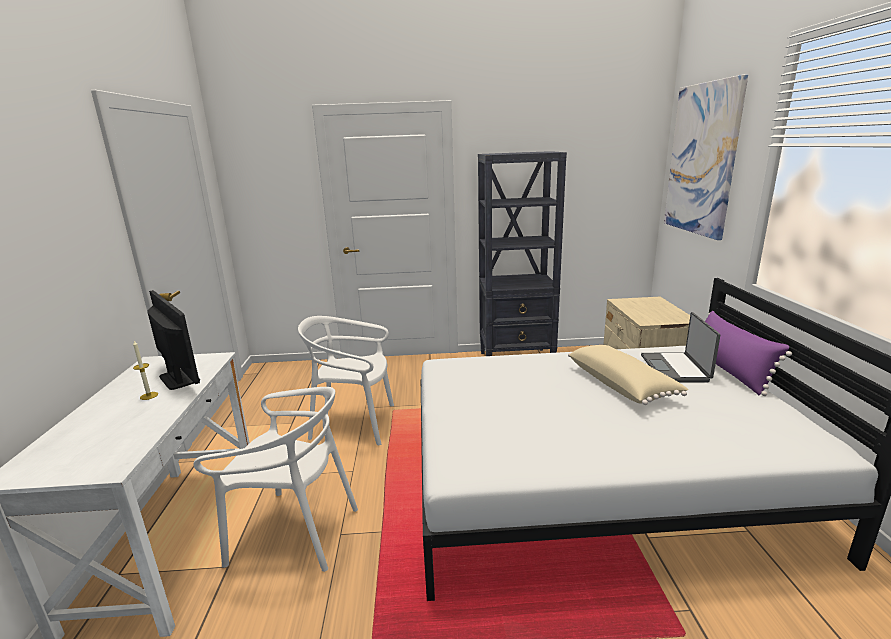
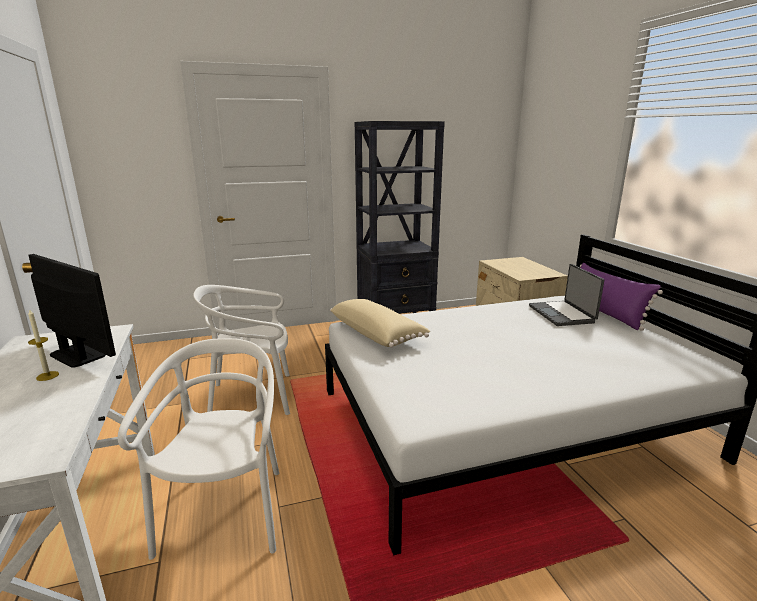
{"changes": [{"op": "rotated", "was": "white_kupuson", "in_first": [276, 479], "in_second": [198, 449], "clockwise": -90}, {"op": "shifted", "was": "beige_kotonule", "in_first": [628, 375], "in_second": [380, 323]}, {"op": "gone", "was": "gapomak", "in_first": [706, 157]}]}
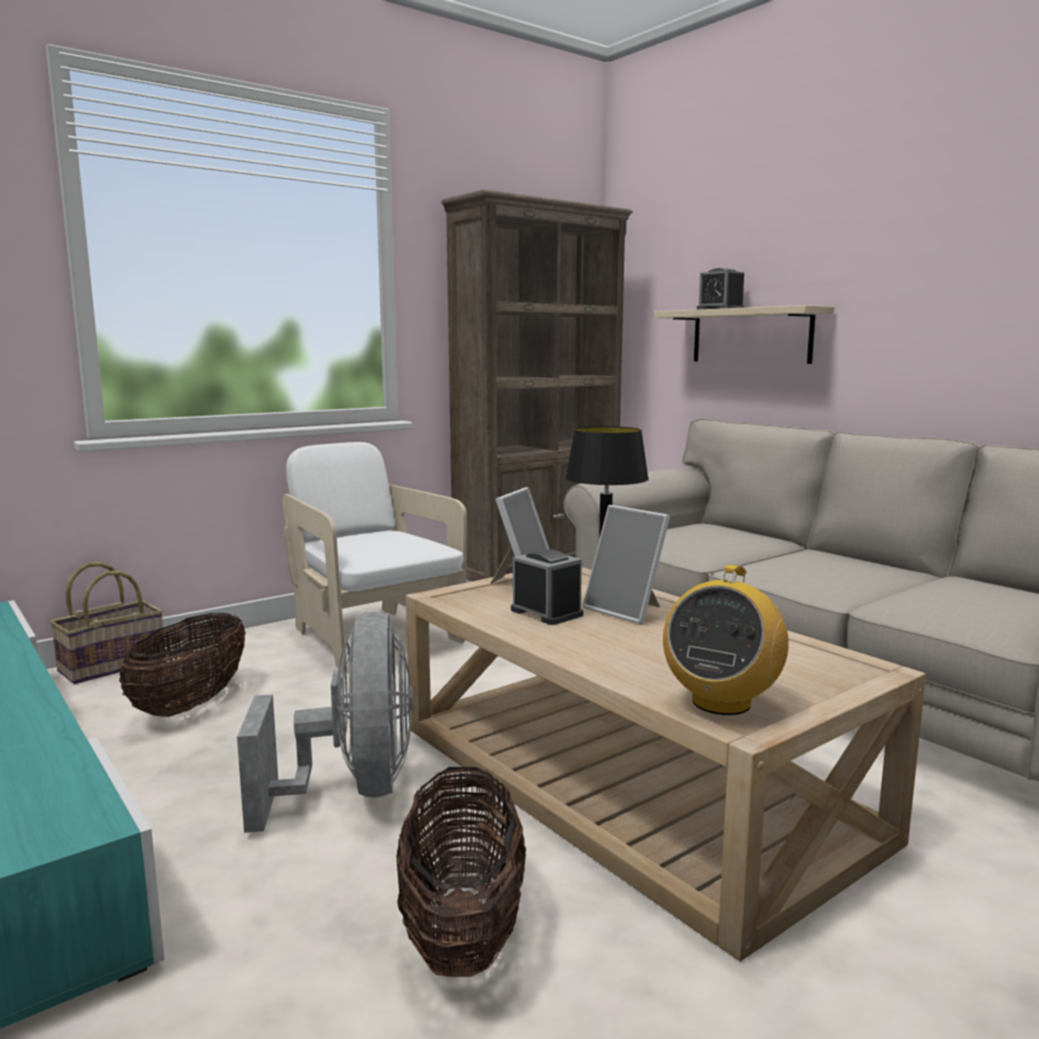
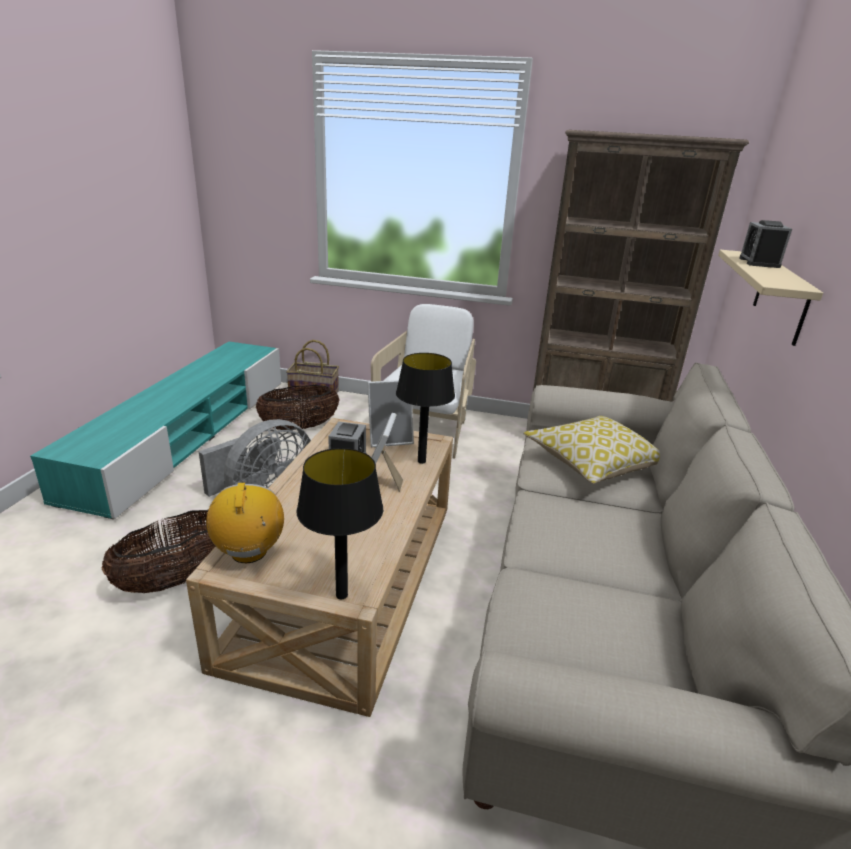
{"changes": [{"op": "rotated", "was": "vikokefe", "in_first": [726, 640], "in_second": [245, 522], "clockwise": 90}, {"op": "new", "now": "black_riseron", "in_second": [339, 523]}, {"op": "new", "now": "kotonule", "in_second": [591, 450]}]}
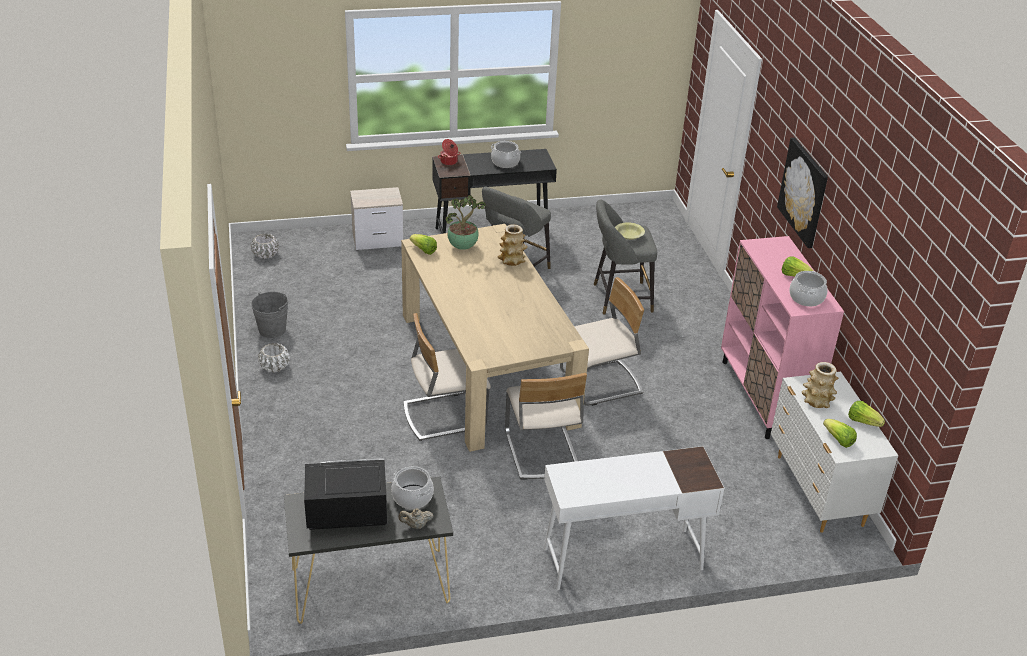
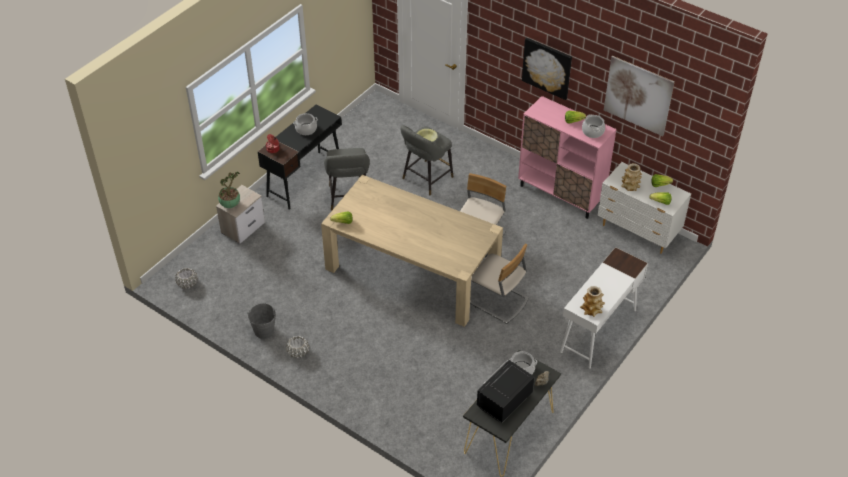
{"changes": [{"op": "shifted", "was": "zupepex", "in_first": [465, 222], "in_second": [229, 190]}, {"op": "shifted", "was": "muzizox", "in_first": [513, 245], "in_second": [592, 301]}, {"op": "new", "now": "gapomak", "in_second": [639, 96]}, {"op": "gone", "was": "beige_kupuson", "in_first": [447, 377]}]}
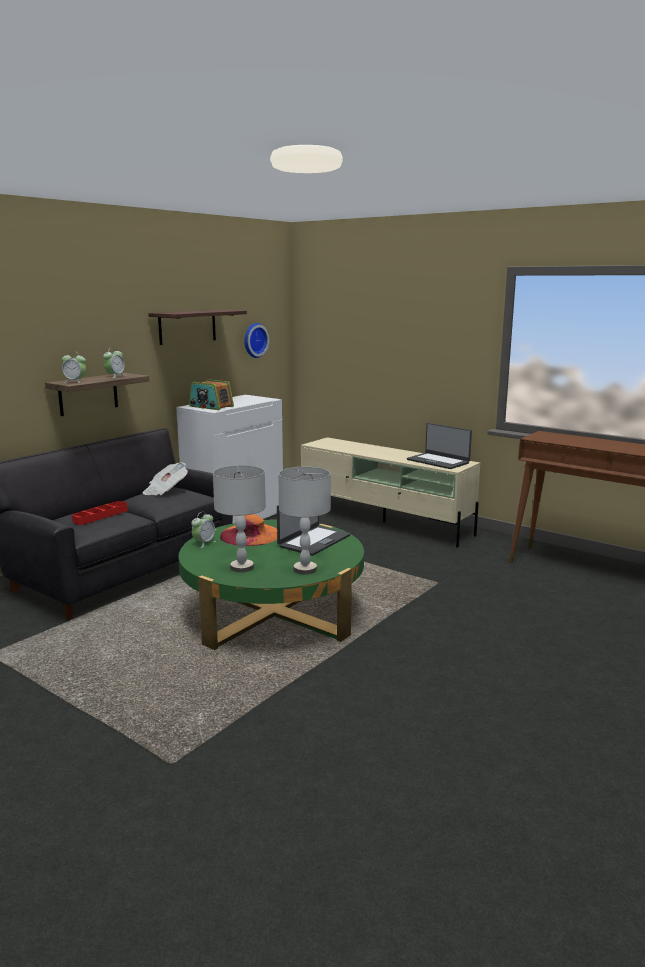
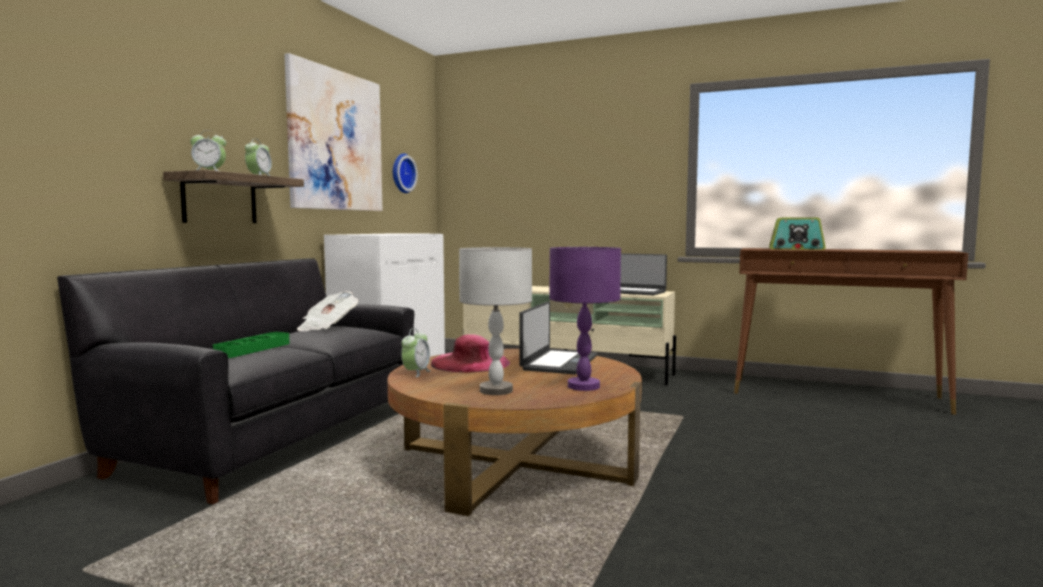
{"changes": [{"op": "repainted", "was": "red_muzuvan", "now": "green_muzuvan", "in_first": [100, 513], "in_second": [251, 345]}, {"op": "swapped", "was": "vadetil", "now": "gapomak", "in_first": [197, 327], "in_second": [333, 132]}, {"op": "repainted", "was": "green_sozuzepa", "now": "brown_sozuzepa", "in_first": [271, 584], "in_second": [514, 432]}, {"op": "repainted", "was": "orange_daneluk", "now": "pink_daneluk", "in_first": [248, 530], "in_second": [471, 353]}, {"op": "repainted", "was": "grey_riseron", "now": "purple_riseron", "in_first": [304, 520], "in_second": [585, 319]}, {"op": "shifted", "was": "vikokefe", "in_first": [211, 394], "in_second": [797, 233]}]}
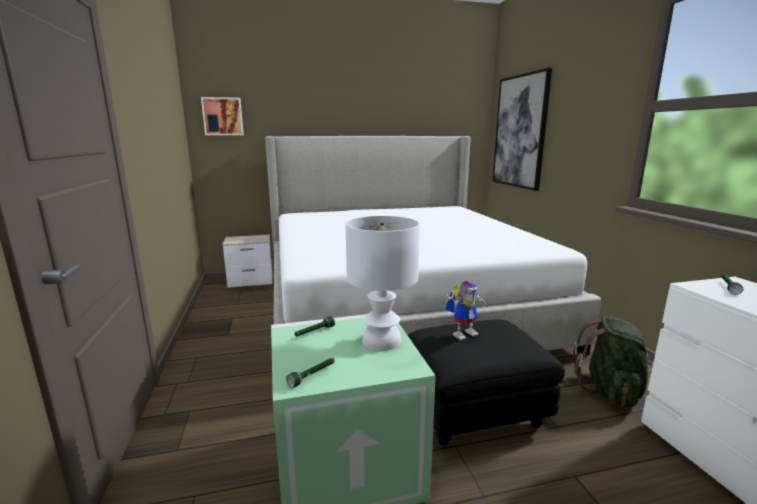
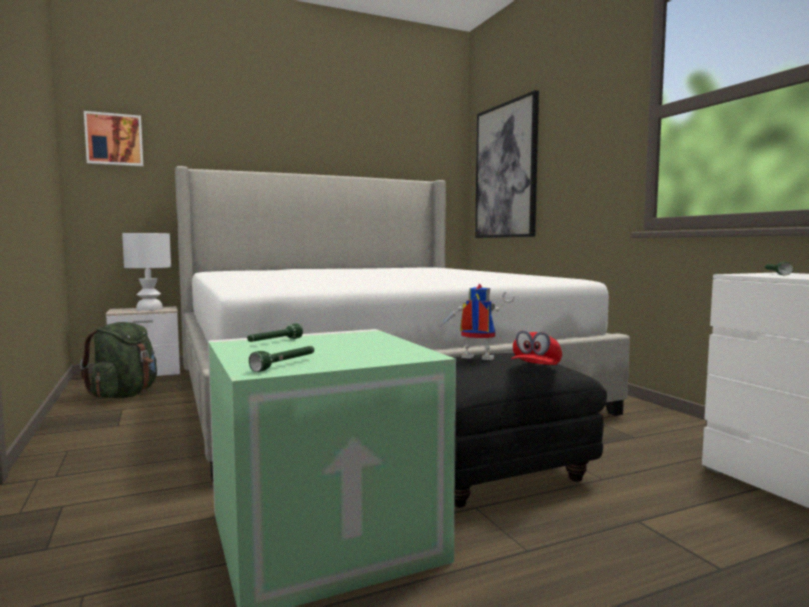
{"changes": [{"op": "shifted", "was": "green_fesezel", "in_first": [612, 361], "in_second": [118, 360]}, {"op": "shifted", "was": "white_riseron", "in_first": [383, 283], "in_second": [146, 272]}, {"op": "rotated", "was": "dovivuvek", "in_first": [467, 310], "in_second": [477, 322], "clockwise": -120}, {"op": "new", "now": "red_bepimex", "in_second": [536, 347]}]}
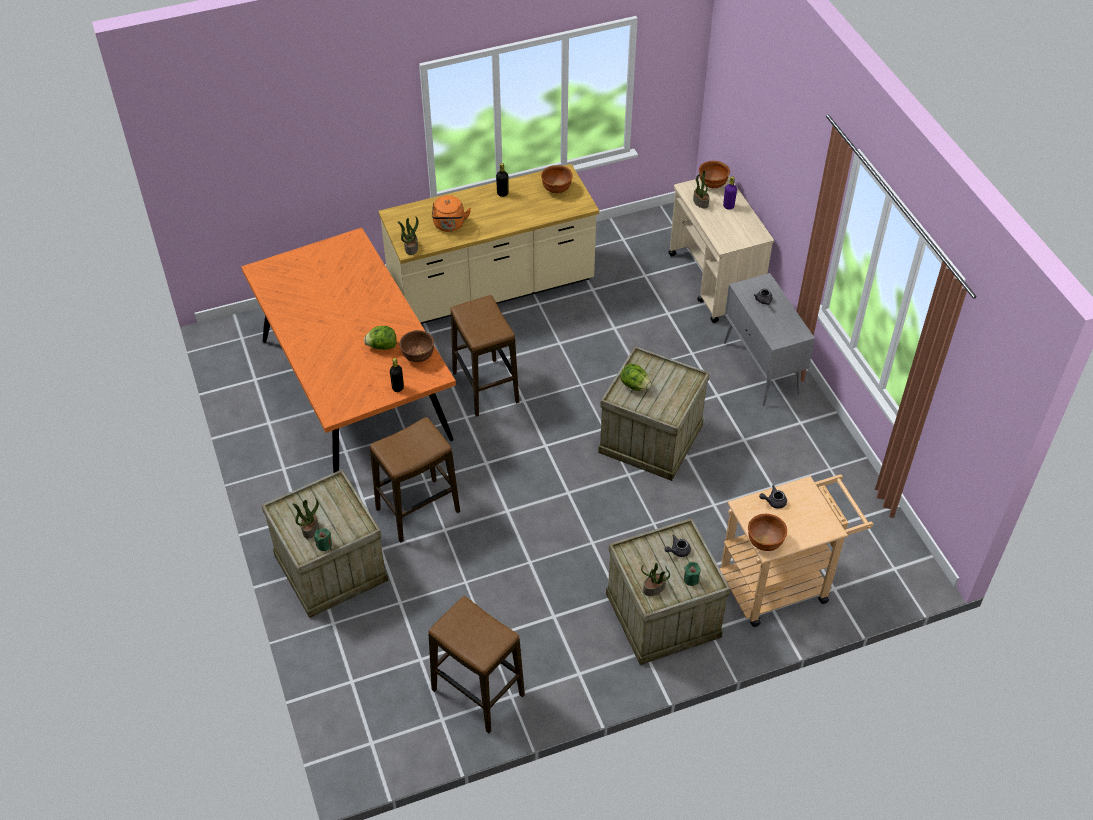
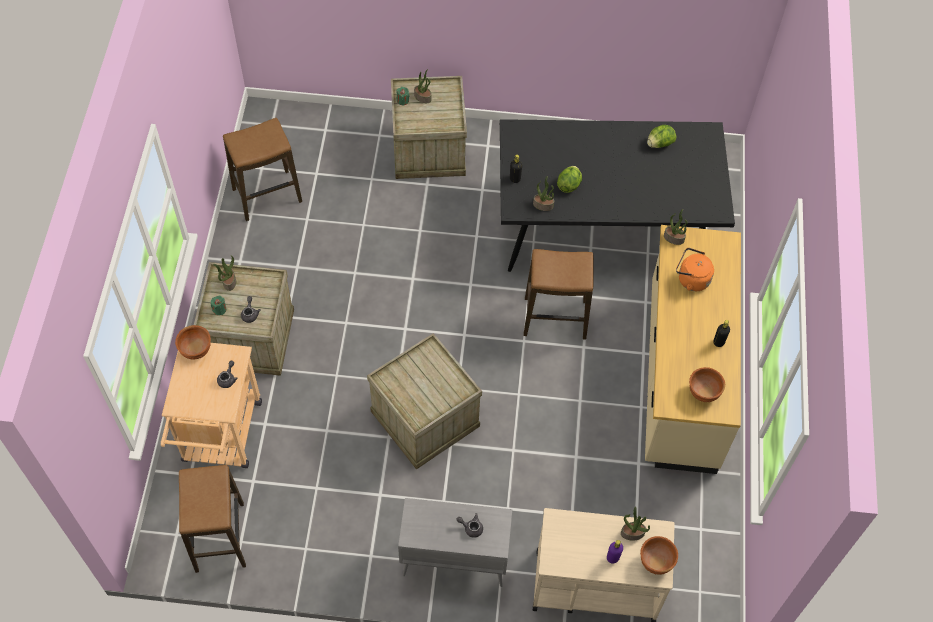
{"changes": [{"op": "shifted", "was": "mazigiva", "in_first": [415, 480], "in_second": [212, 519]}, {"op": "repainted", "was": "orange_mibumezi", "now": "black_mibumezi", "in_first": [348, 350], "in_second": [617, 195]}, {"op": "swapped", "was": "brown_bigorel", "now": "zupepex", "in_first": [416, 346], "in_second": [543, 193]}, {"op": "shifted", "was": "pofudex", "in_first": [636, 377], "in_second": [661, 136]}]}
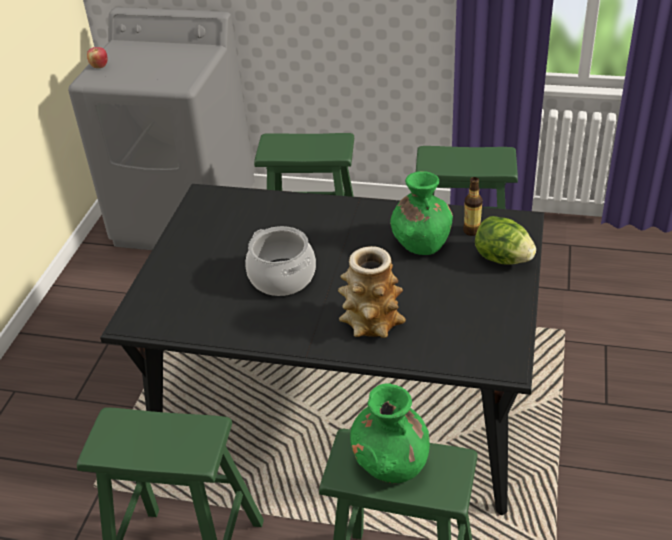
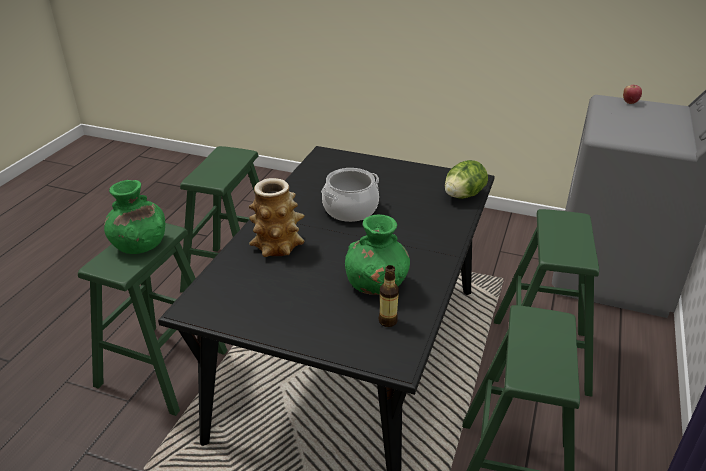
{"changes": [{"op": "shifted", "was": "pofudex", "in_first": [505, 240], "in_second": [466, 179]}]}
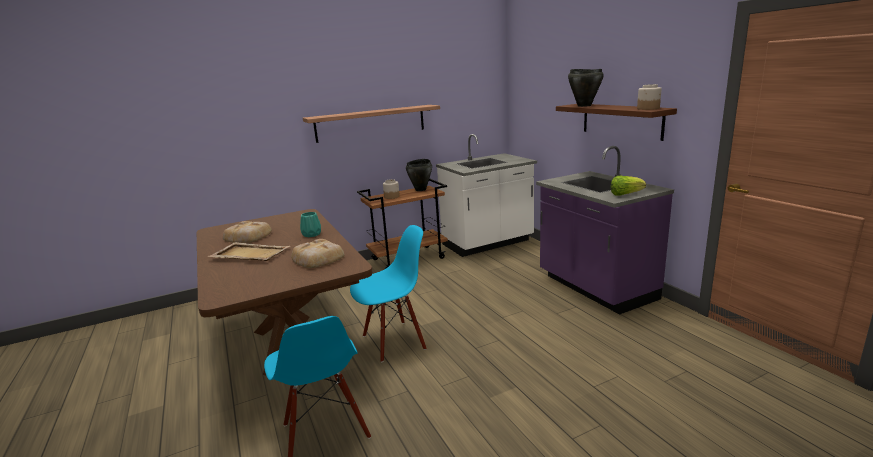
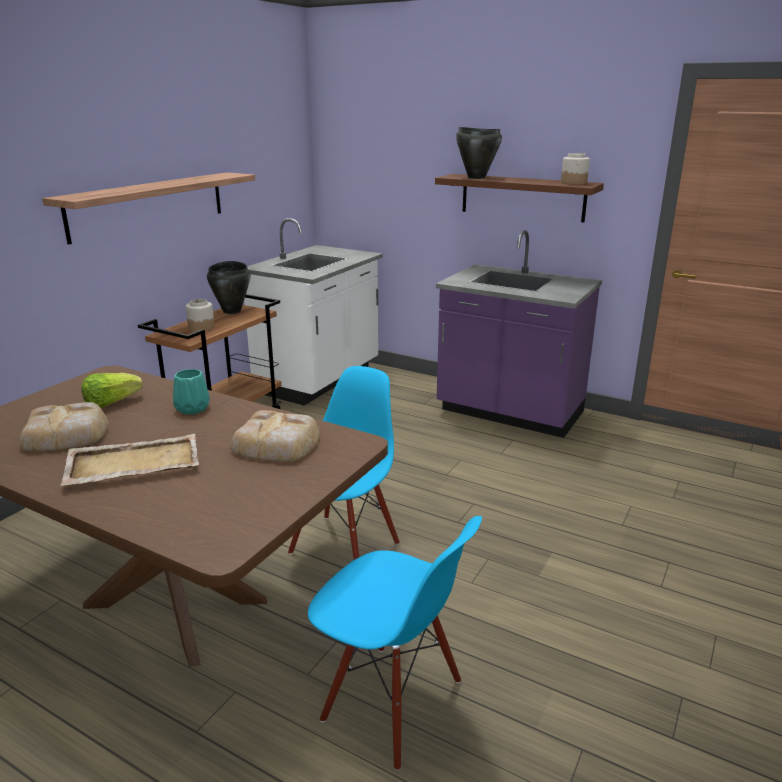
{"changes": [{"op": "shifted", "was": "pofudex", "in_first": [628, 186], "in_second": [112, 390]}]}
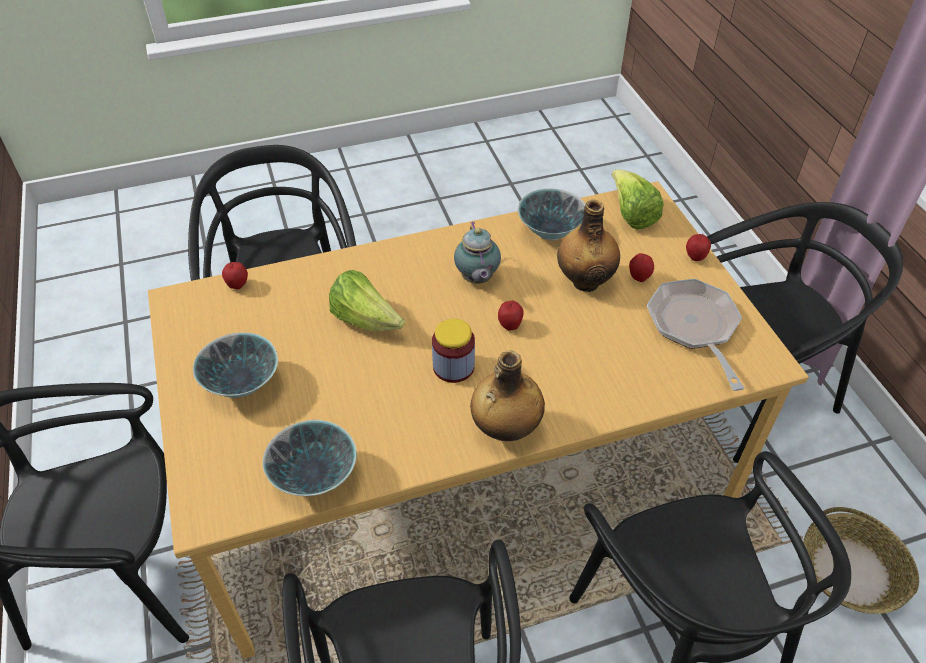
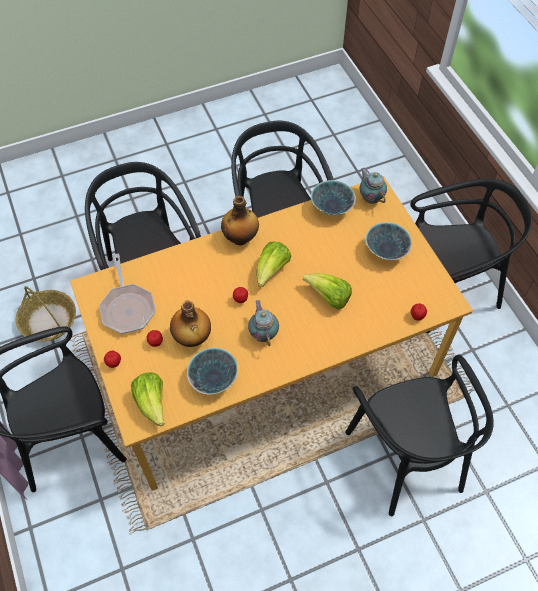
{"changes": [{"op": "swapped", "was": "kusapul", "now": "pofudex", "in_first": [453, 351], "in_second": [273, 264]}, {"op": "new", "now": "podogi", "in_second": [373, 186]}]}
